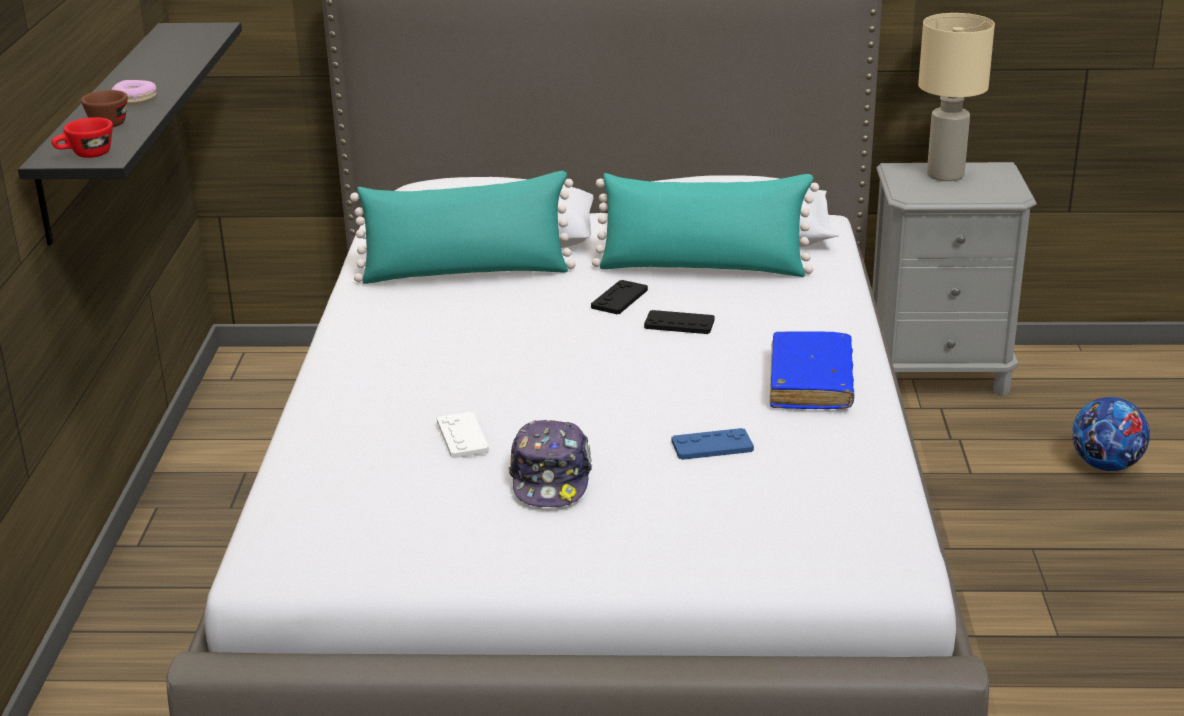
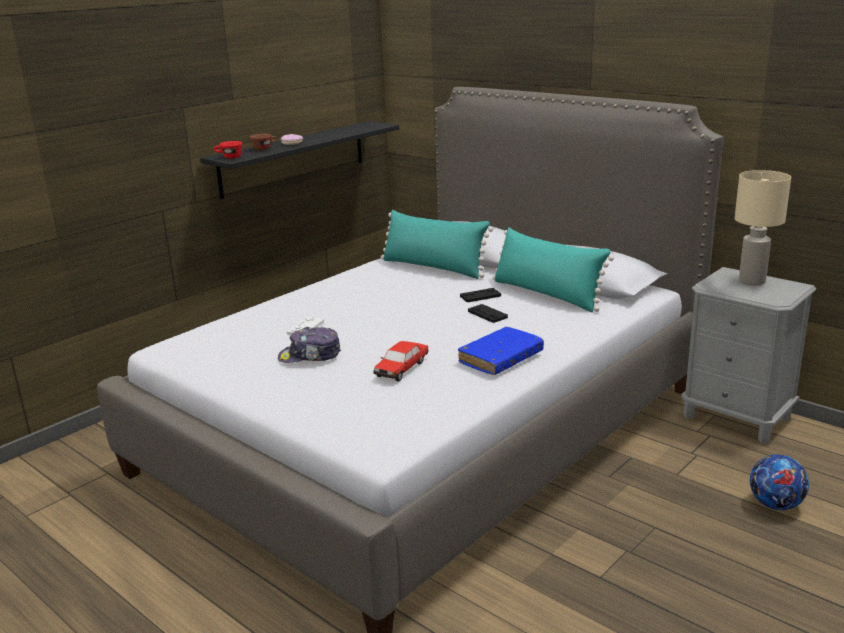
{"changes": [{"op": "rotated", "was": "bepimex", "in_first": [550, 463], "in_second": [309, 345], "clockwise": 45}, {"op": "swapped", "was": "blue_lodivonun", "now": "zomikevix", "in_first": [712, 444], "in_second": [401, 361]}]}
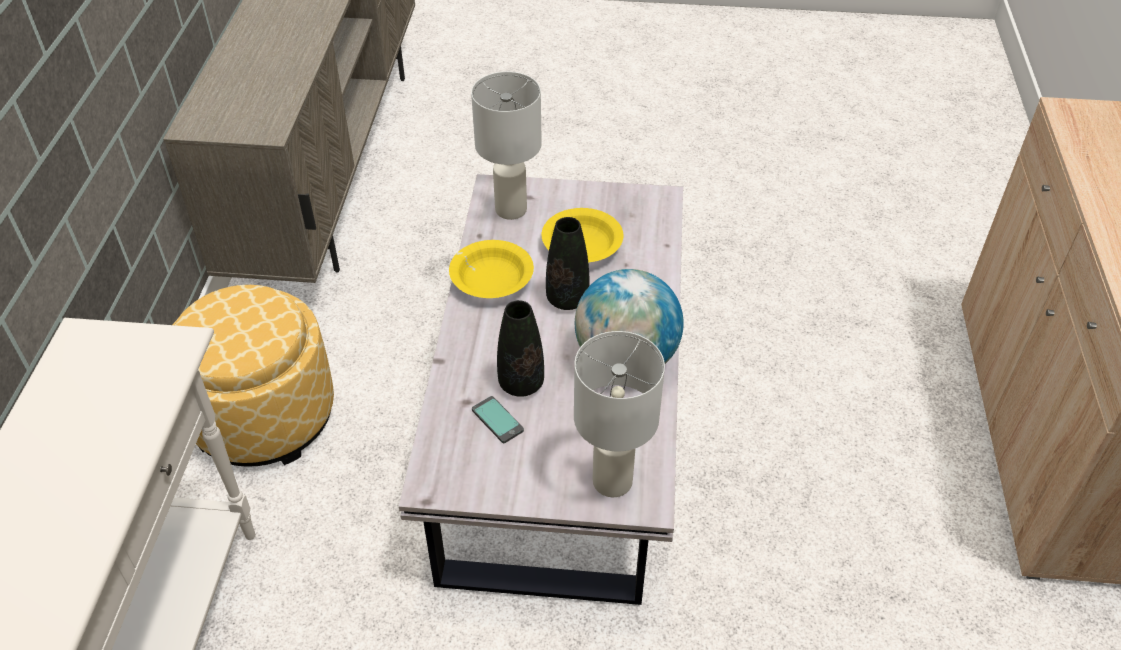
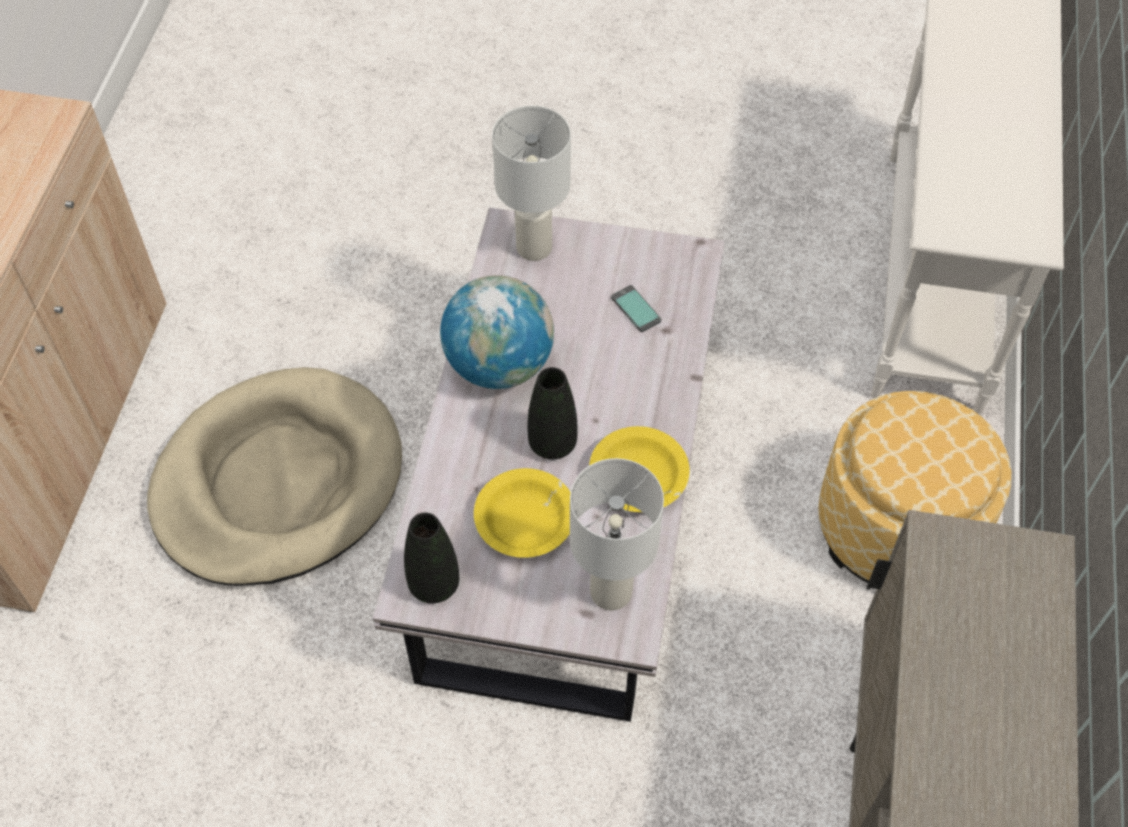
{"changes": [{"op": "new", "now": "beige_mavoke", "in_second": [274, 476]}, {"op": "shifted", "was": "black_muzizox", "in_first": [520, 348], "in_second": [431, 558]}]}
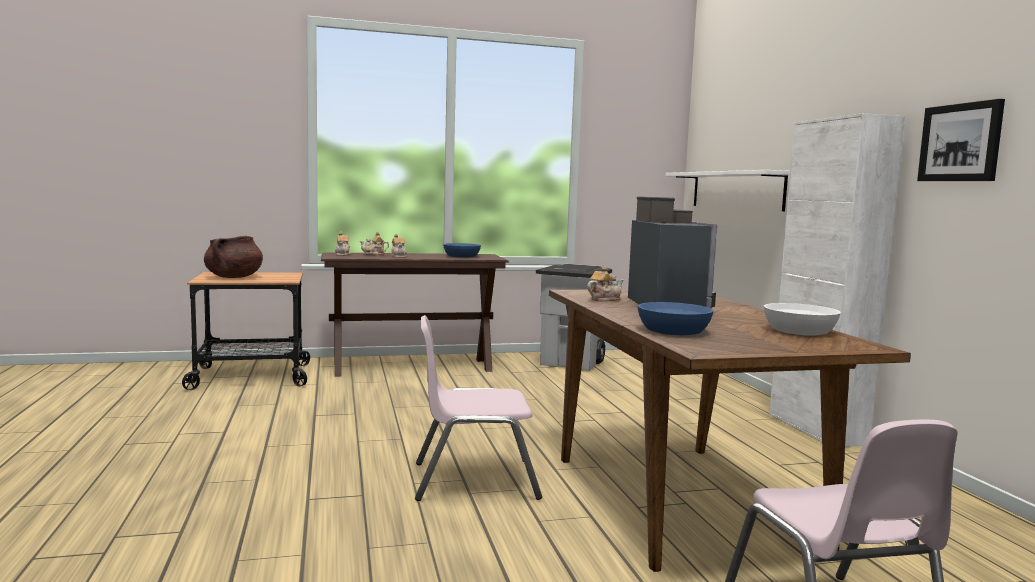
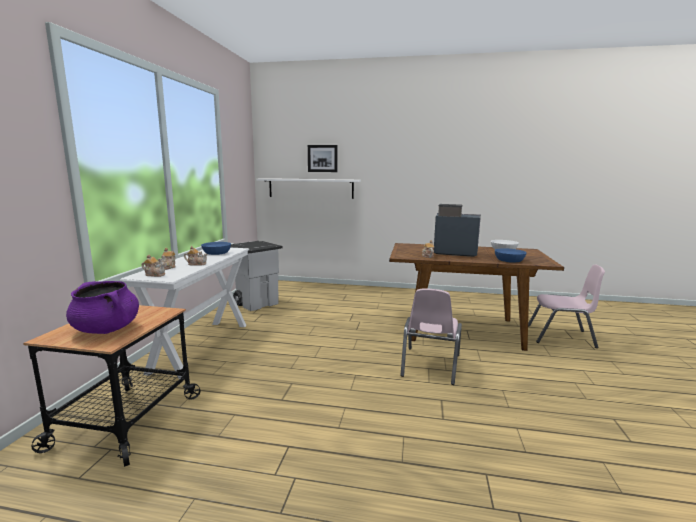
{"changes": [{"op": "repainted", "was": "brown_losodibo", "now": "purple_losodibo", "in_first": [233, 257], "in_second": [102, 307]}, {"op": "repainted", "was": "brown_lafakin", "now": "white_lafakin", "in_first": [415, 314], "in_second": [184, 313]}, {"op": "shifted", "was": "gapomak", "in_first": [961, 140], "in_second": [323, 158]}, {"op": "gone", "was": "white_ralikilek", "in_first": [837, 280]}]}
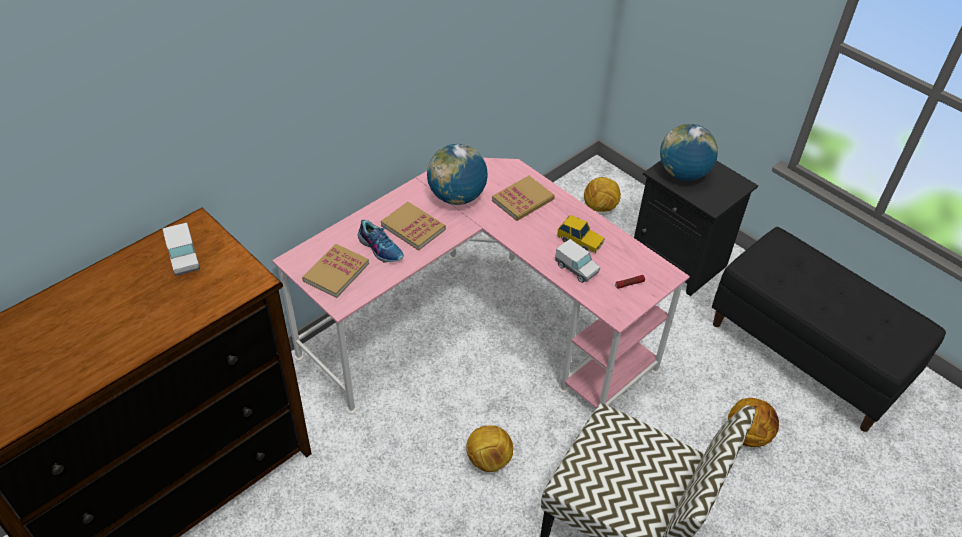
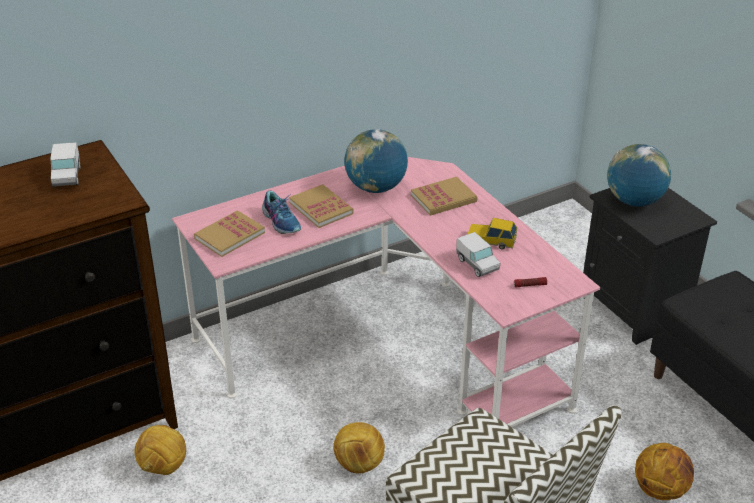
{"changes": [{"op": "shifted", "was": "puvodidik", "in_first": [602, 194], "in_second": [160, 450]}, {"op": "rotated", "was": "zomikevix", "in_first": [581, 234], "in_second": [492, 234], "clockwise": 150}]}
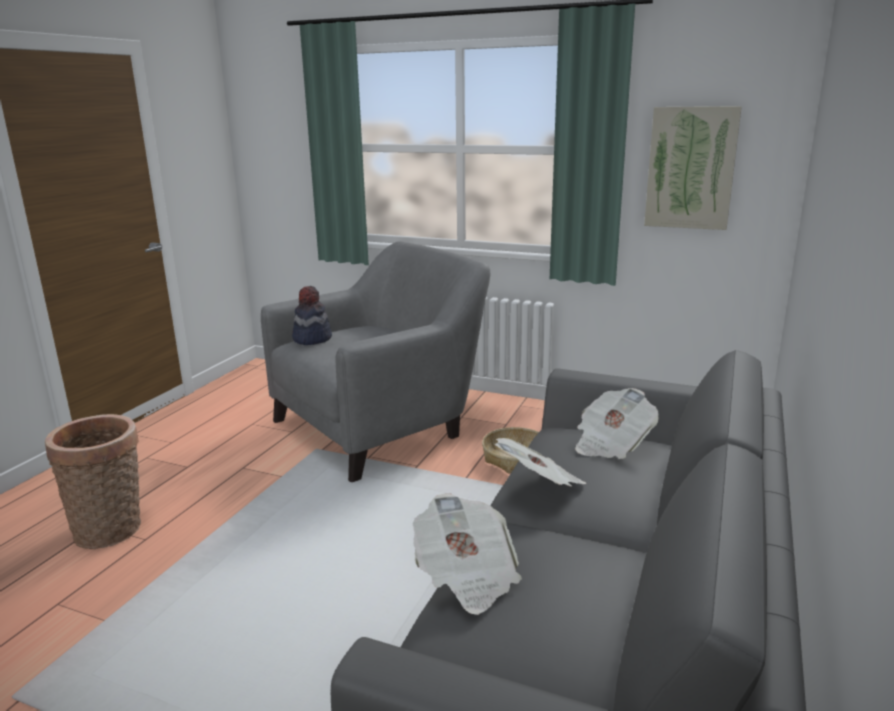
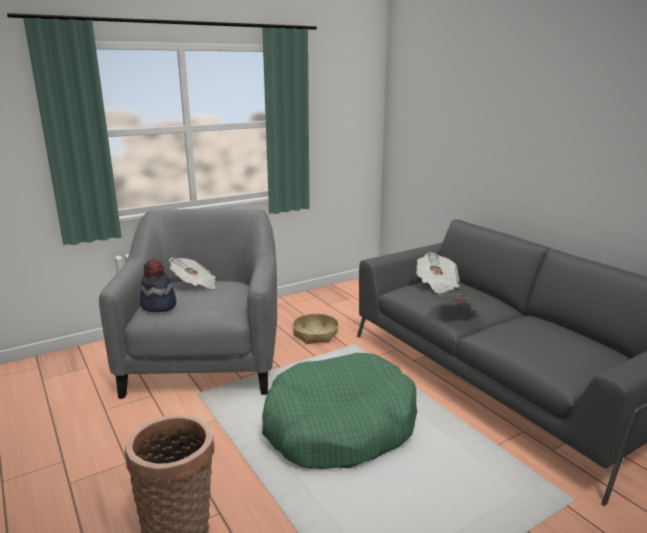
{"changes": [{"op": "shifted", "was": "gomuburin", "in_first": [467, 554], "in_second": [192, 273]}, {"op": "new", "now": "green_mavoke", "in_second": [339, 411]}, {"op": "gone", "was": "gapomak", "in_first": [693, 168]}]}
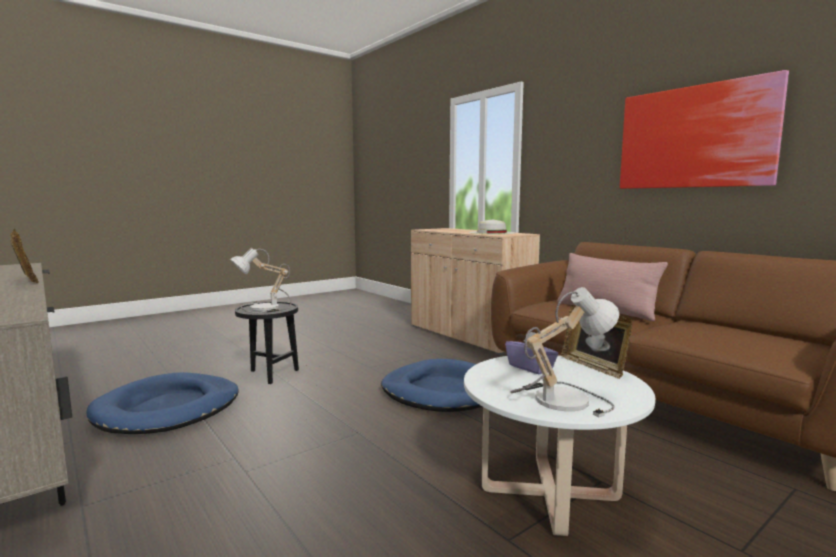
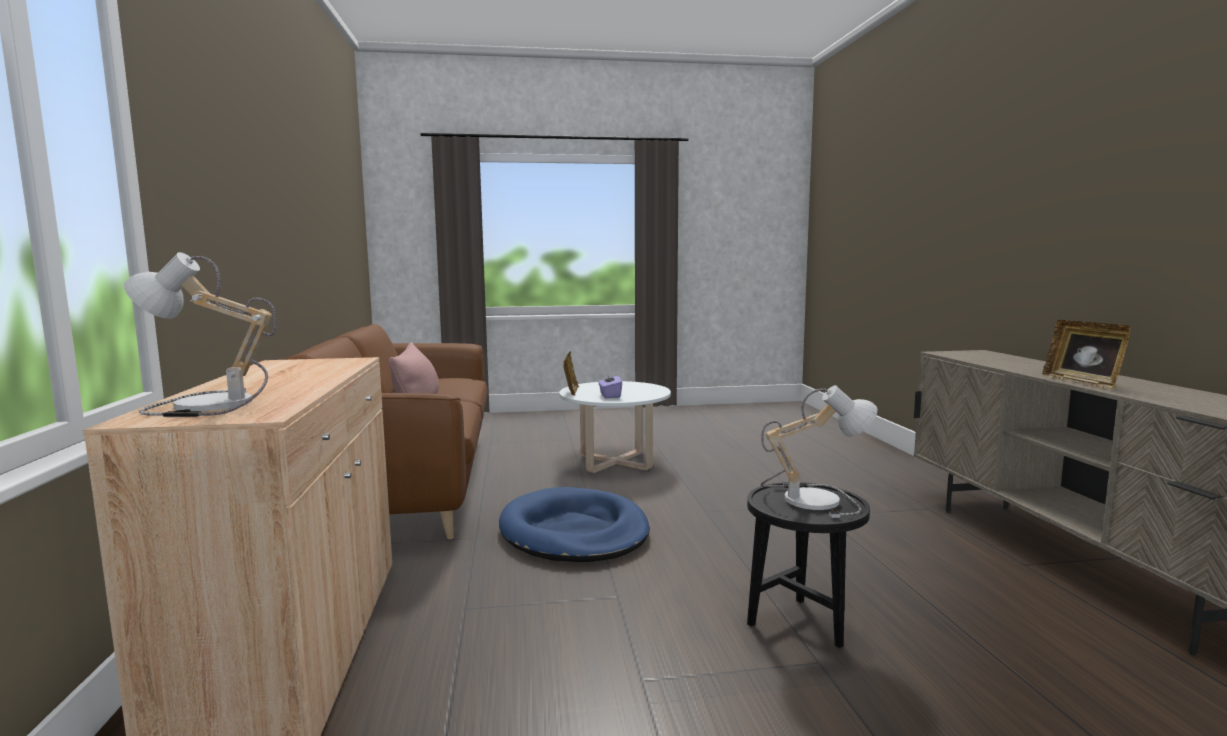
{"changes": [{"op": "shifted", "was": "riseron", "in_first": [564, 352], "in_second": [200, 334]}, {"op": "gone", "was": "blue_mavoke", "in_first": [162, 403]}, {"op": "gone", "was": "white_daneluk", "in_first": [492, 226]}, {"op": "gone", "was": "gapomak", "in_first": [704, 129]}]}
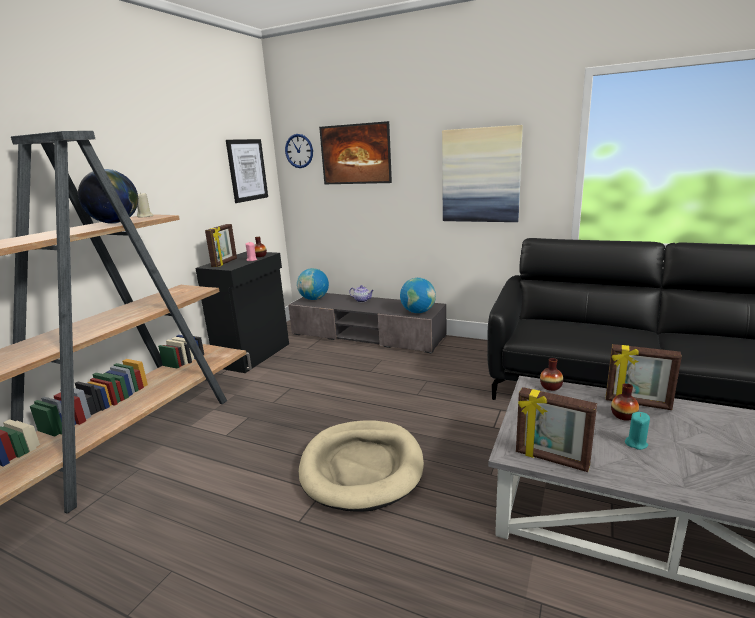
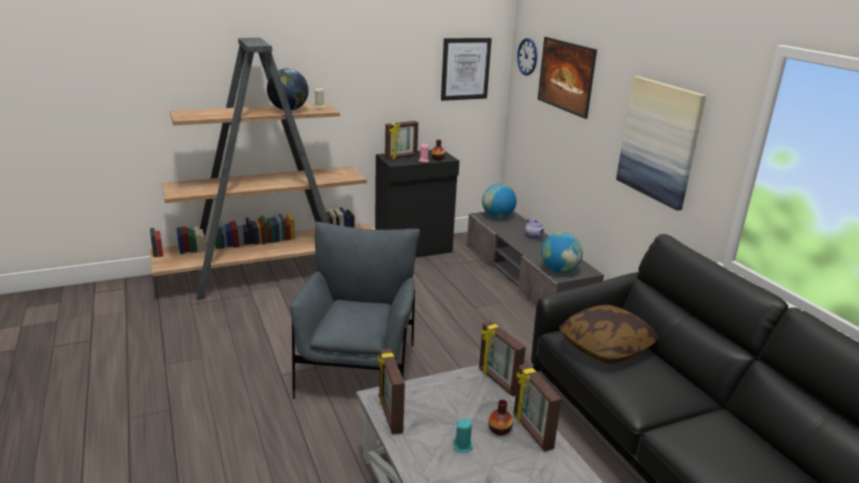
{"changes": [{"op": "swapped", "was": "beige_mavoke", "now": "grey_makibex", "in_first": [361, 466], "in_second": [355, 310]}, {"op": "swapped", "was": "muzizox", "now": "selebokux", "in_first": [551, 374], "in_second": [502, 358]}, {"op": "new", "now": "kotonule", "in_second": [609, 334]}]}
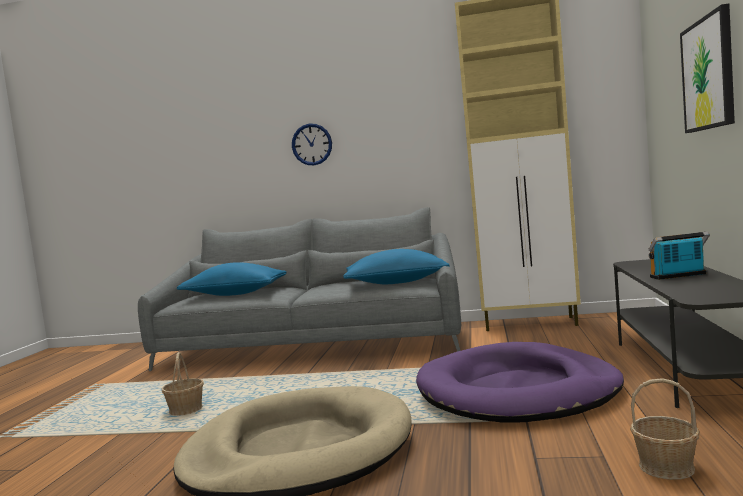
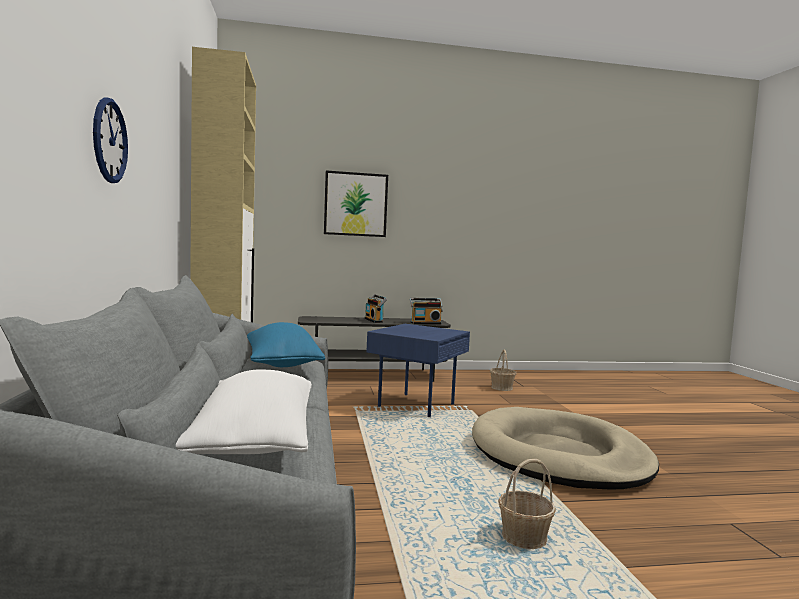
{"changes": [{"op": "repainted", "was": "blue_kotonule", "now": "white_kotonule", "in_first": [231, 279], "in_second": [244, 412]}, {"op": "swapped", "was": "purple_mavoke", "now": "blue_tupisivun", "in_first": [520, 382], "in_second": [418, 370]}, {"op": "new", "now": "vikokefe", "in_second": [426, 311]}]}
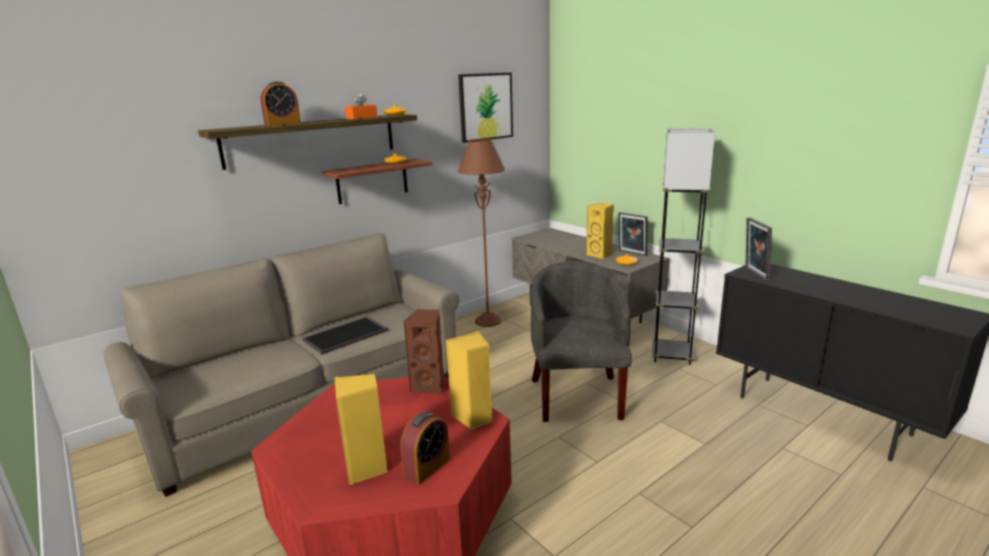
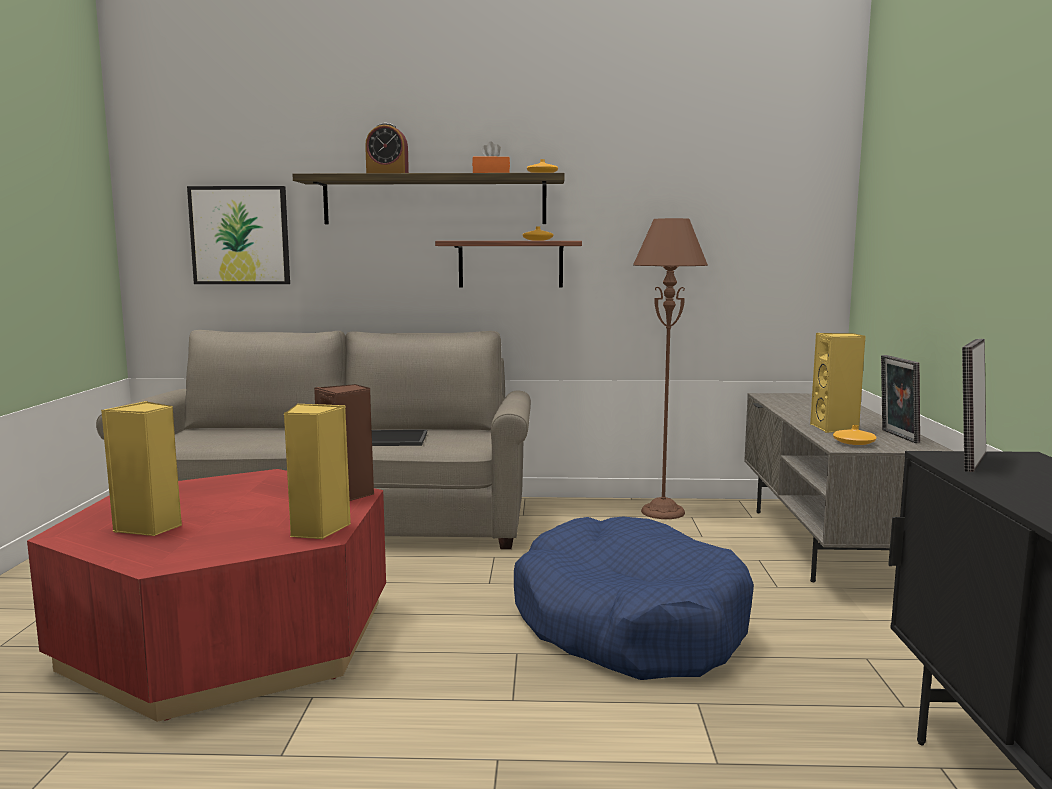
{"changes": [{"op": "shifted", "was": "gapomak", "in_first": [485, 108], "in_second": [238, 235]}, {"op": "swapped", "was": "grey_makibex", "now": "blue_mavoke", "in_first": [581, 341], "in_second": [634, 598]}, {"op": "gone", "was": "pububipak", "in_first": [425, 448]}, {"op": "gone", "was": "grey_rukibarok", "in_first": [683, 246]}]}
